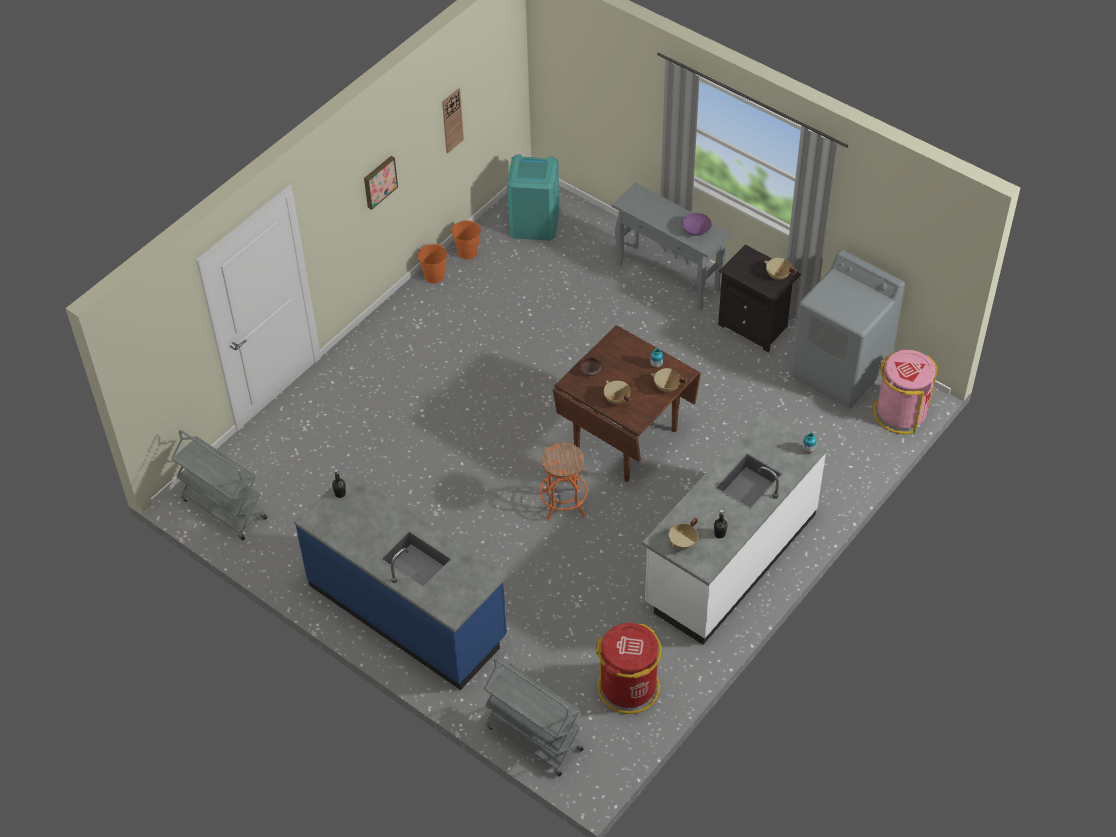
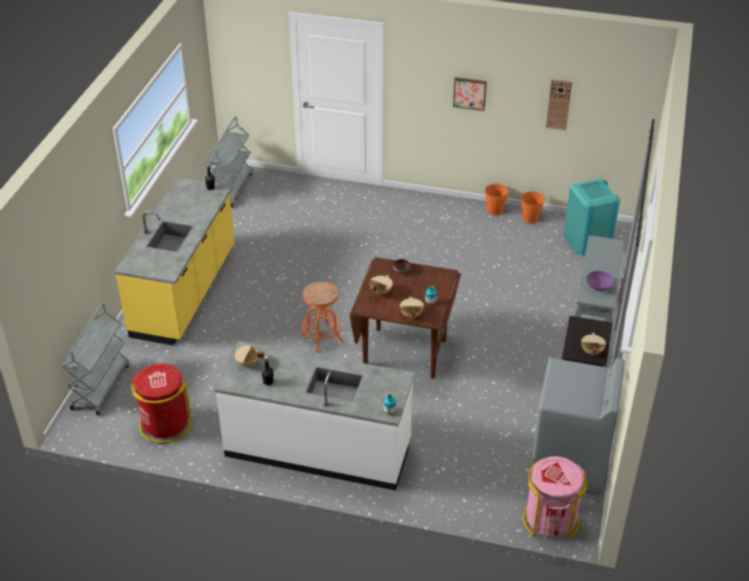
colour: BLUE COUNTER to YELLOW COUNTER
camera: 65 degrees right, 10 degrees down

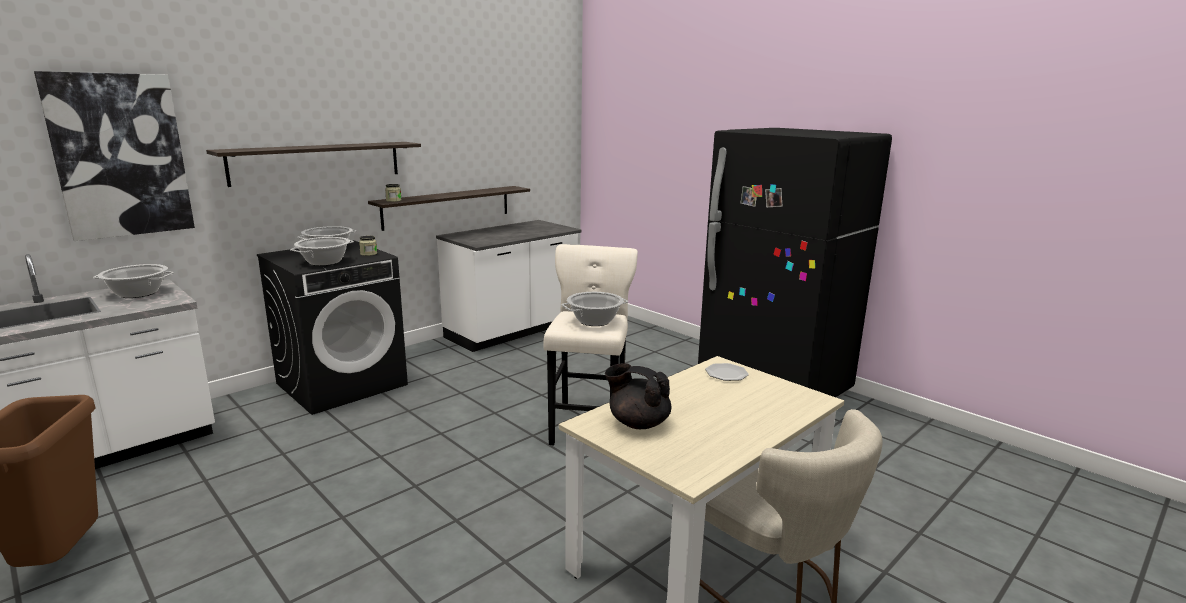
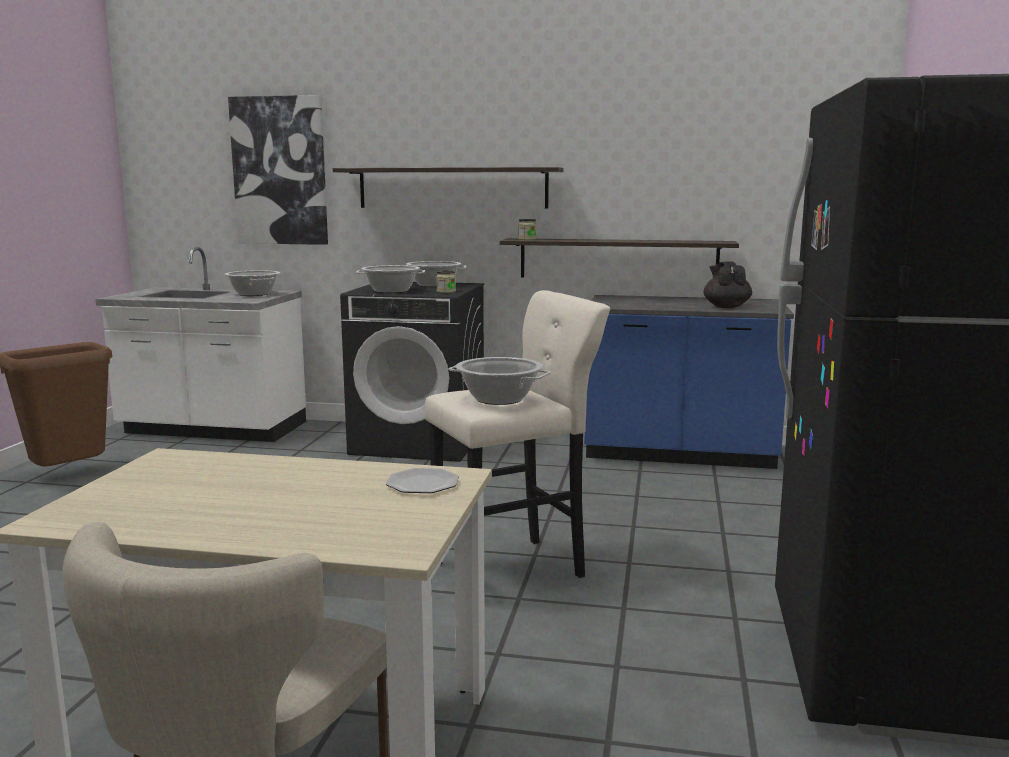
relocated: BLACK-COLOURED TEAPOT
colour: WHITE-COLOURED COUNTER (no. 2 from left) to BLUE COUNTER
camera: 55 degrees right, 5 degrees down

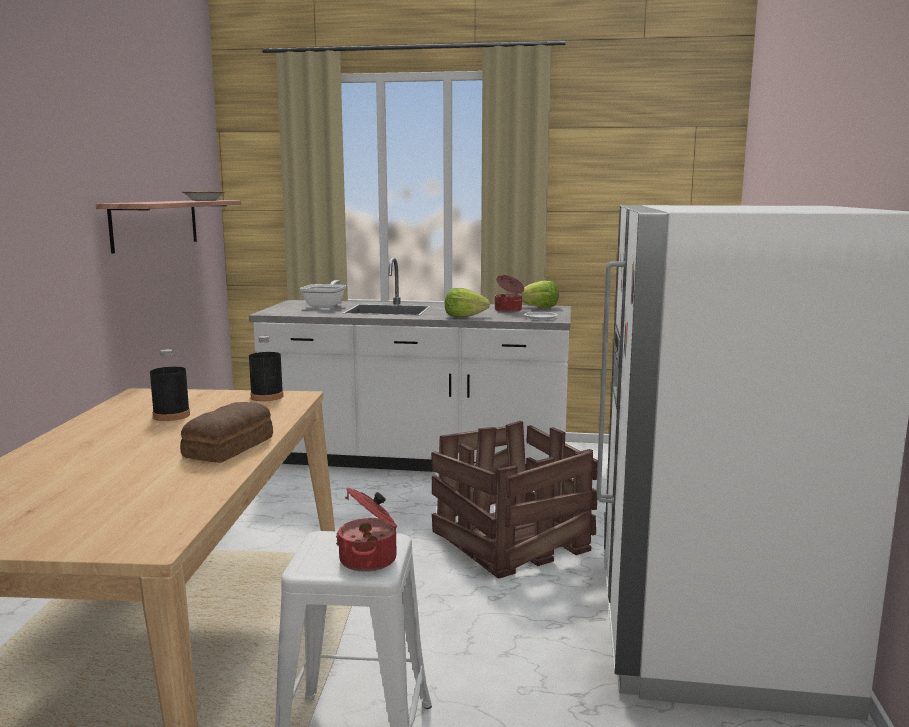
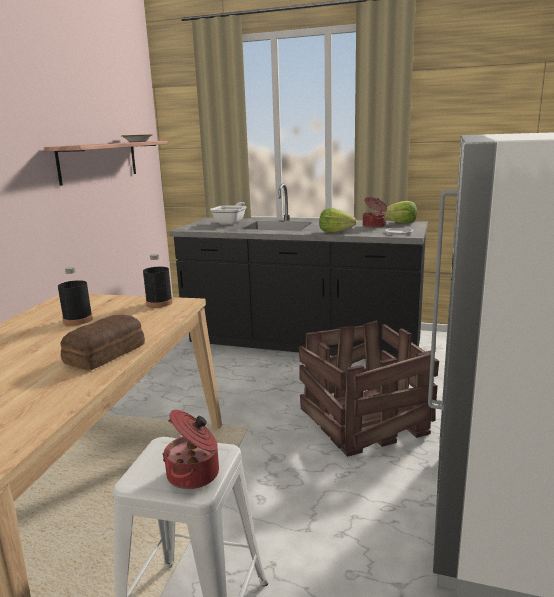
colour: WHITE-COLOURED COUNTER to BLACK-COLOURED COUNTER
camera: 10 degrees right, 5 degrees up

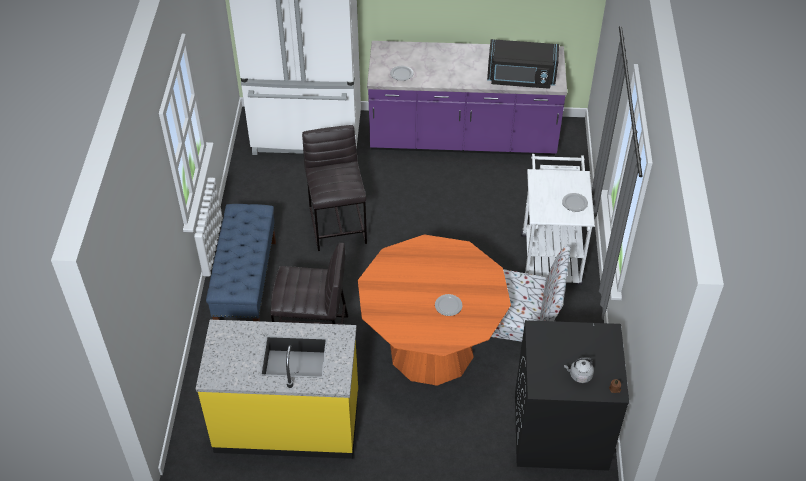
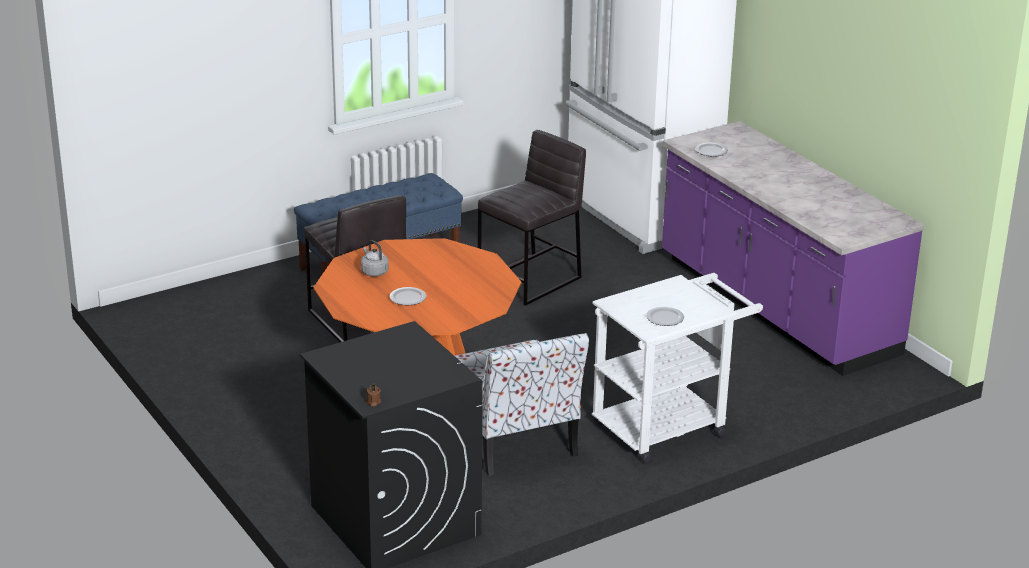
missing: YELLOW COUNTER; BLACK-COLOURED MICROWAVE
relocated: GREYISH TEA KETTLE
camera: 55 degrees right, 20 degrees down

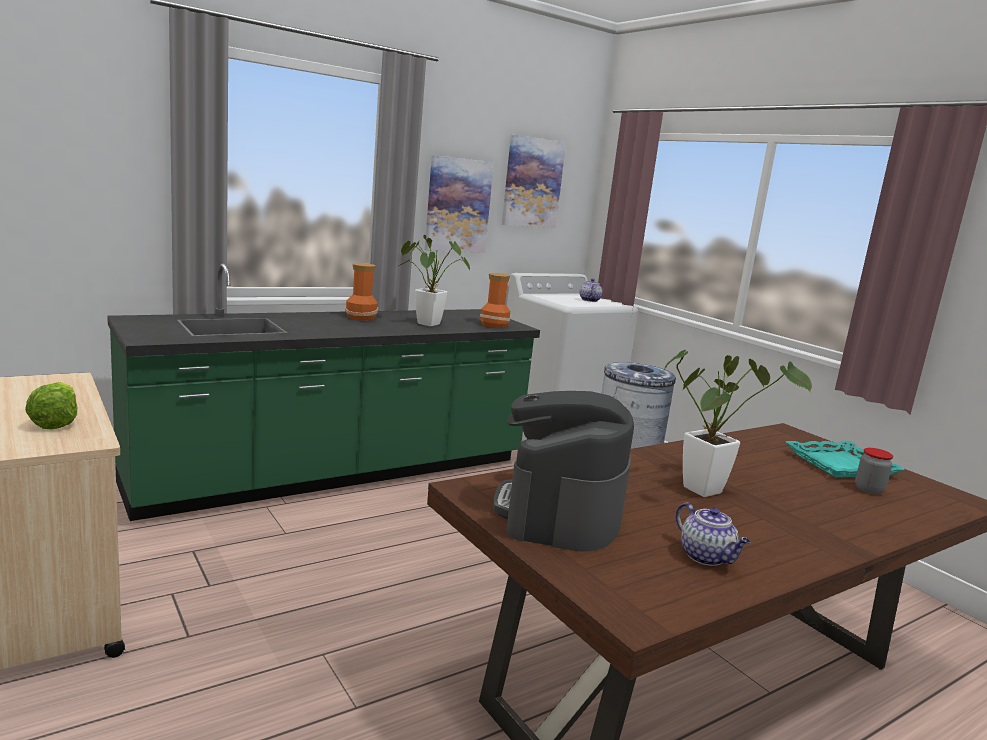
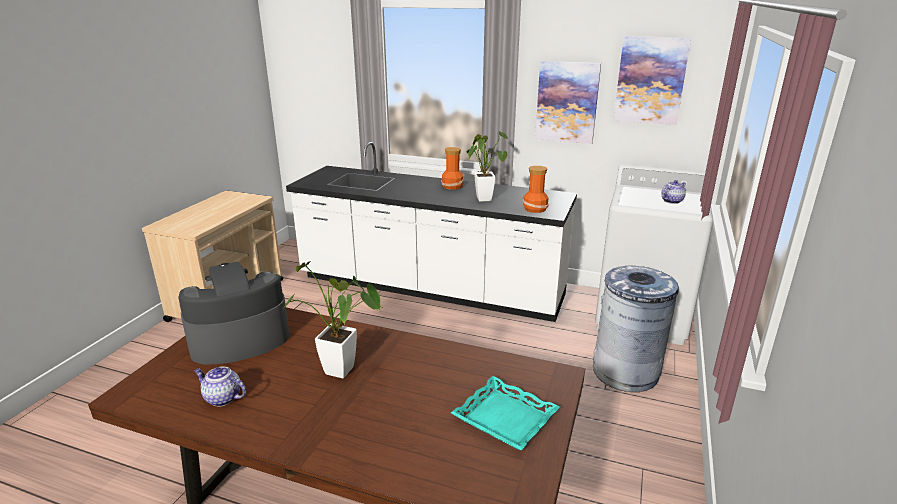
missing: LETTUCE HEAD; JAR
colour: GREENISH COUNTER to WHITE-COLOURED COUNTER
spun: TEAPOT (no. 2 from left in the first image) 90 degrees clockwise
camera: 55 degrees right, 10 degrees up

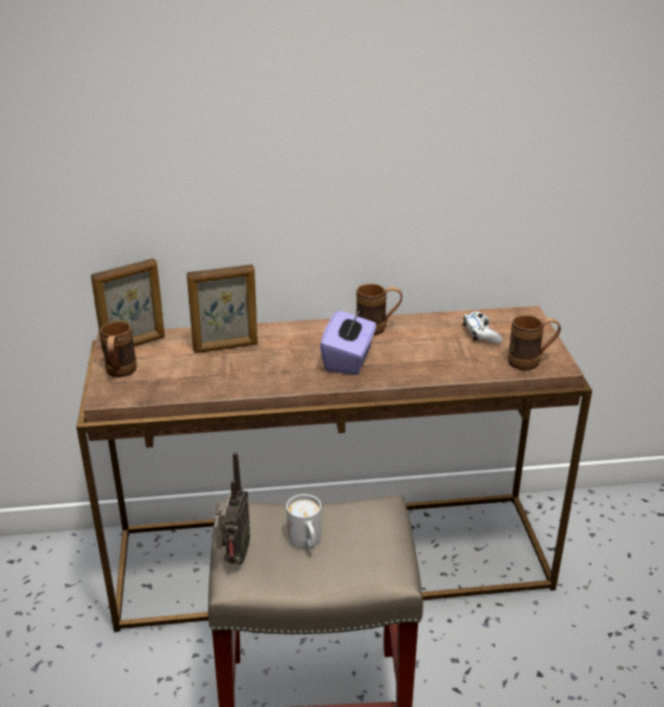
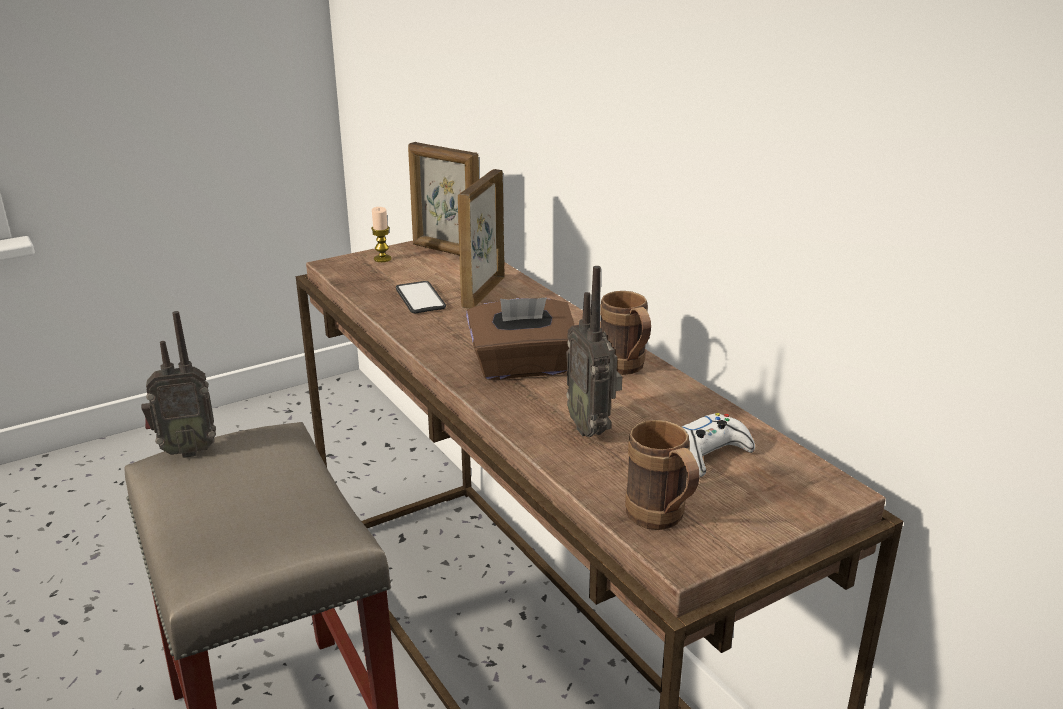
missing: WHITE-COLOURED TEA MUG
appeared: HANDSET; RADIO (no. 2 from left)
exchanged: BROWNISH TEA MUG (no. 1 from left) to WAX CANDLE
colour: PURPLE TISSUE HOLDER to BROWNISH TISSUE HOLDER
spun: PICTURE FRAME (no. 2 from left) 60 degrees clockwise
camera: 65 degrees right, 5 degrees down

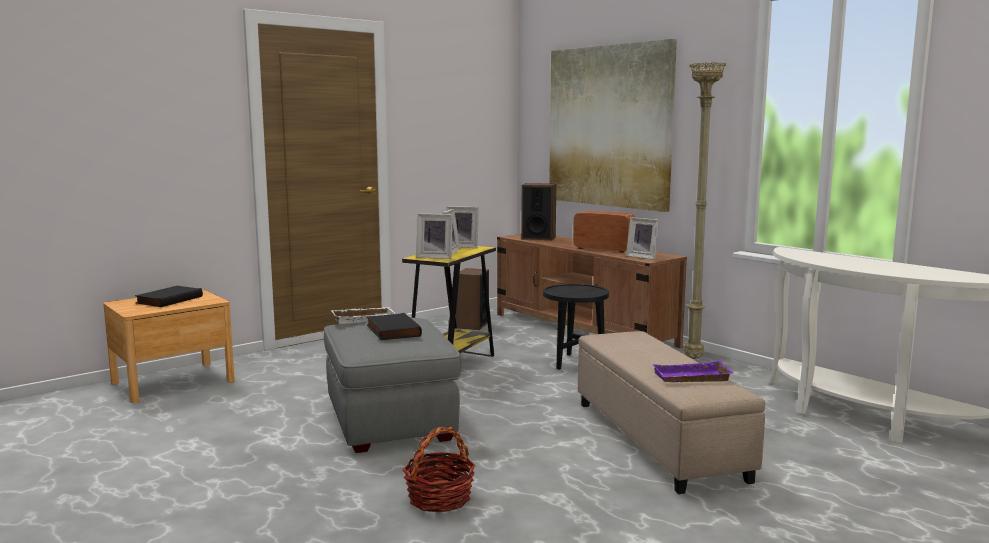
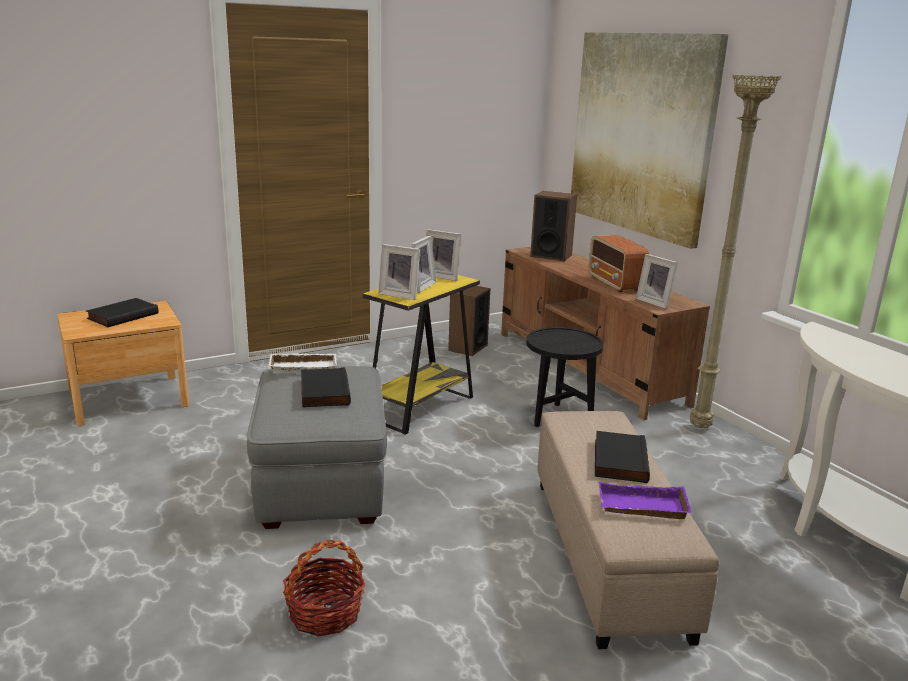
appeared: BLACK-COLOURED BOUND BOOK (no. 3 from left)
spun: RADIO 150 degrees counterclockwise
camera: 10 degrees right, 10 degrees up

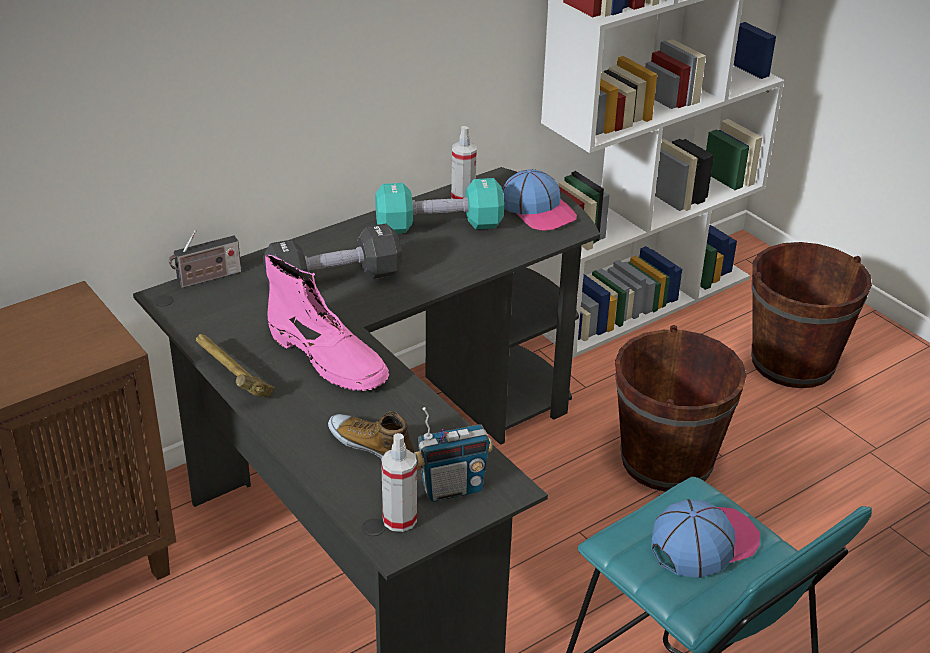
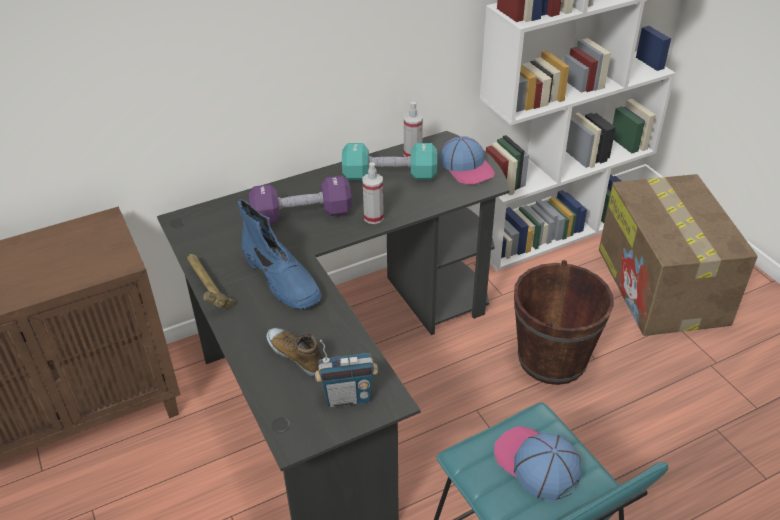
missing: RADIO (no. 1 from left)
relocated: SPRAYER (no. 1 from left)
exchanged: BROWNISH WATER BUCKET (no. 2 from left) to CARDBOARD BOX
colour: PINK BOOT to BLUE BOOT; BLACK-COLOURED FREE WEIGHT to PURPLE FREE WEIGHT
spun: PEAKED CAP (no. 2 from left) 105 degrees counterclockwise
camera: 10 degrees right, 5 degrees up

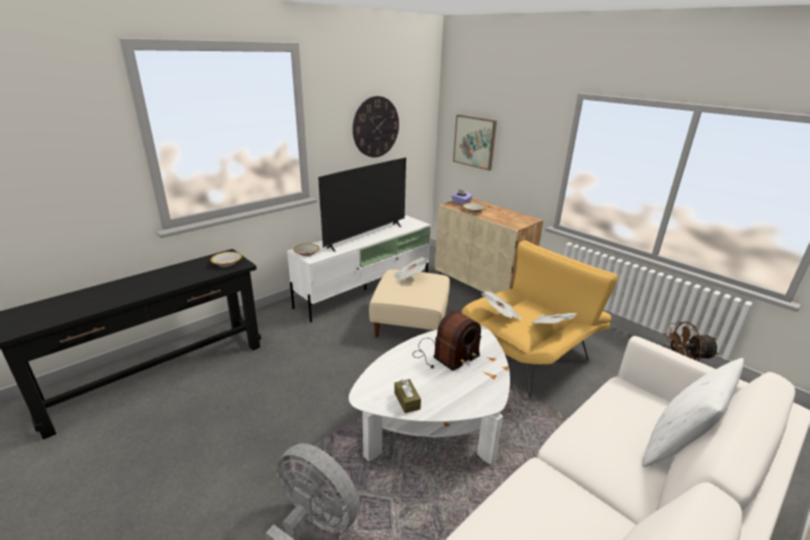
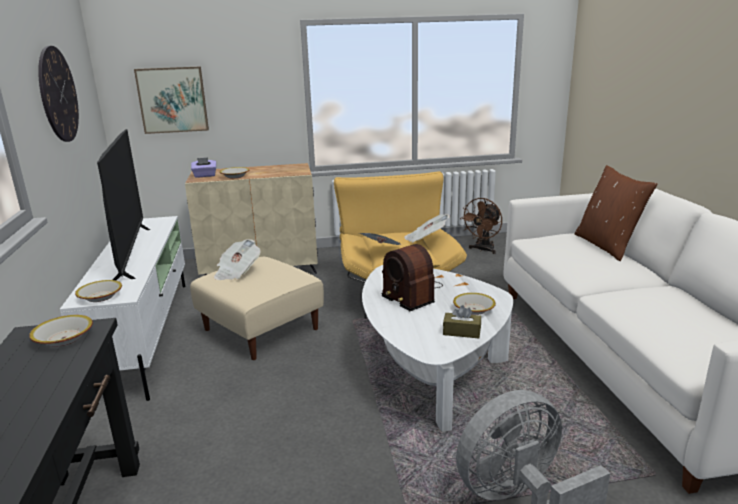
appeared: DEEP DISH (no. 4 from left)
colour: WHITE-COLOURED THROW PILLOW to BROWNISH THROW PILLOW
spun: RADIO 150 degrees clockwise
camera: 55 degrees left, 5 degrees down

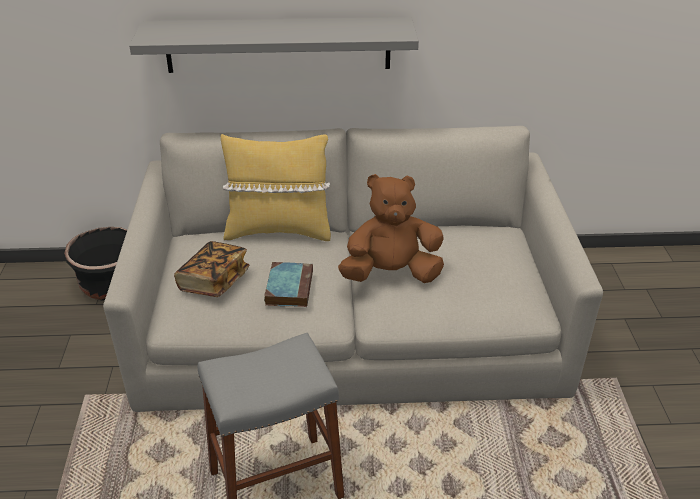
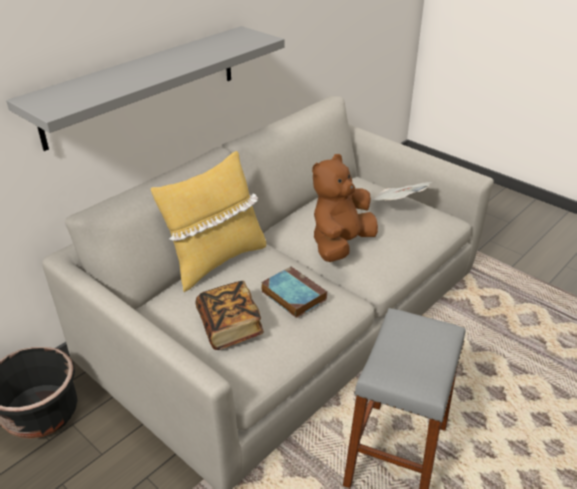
appeared: PRINTED PAPER
camera: 45 degrees left, 0 degrees up

